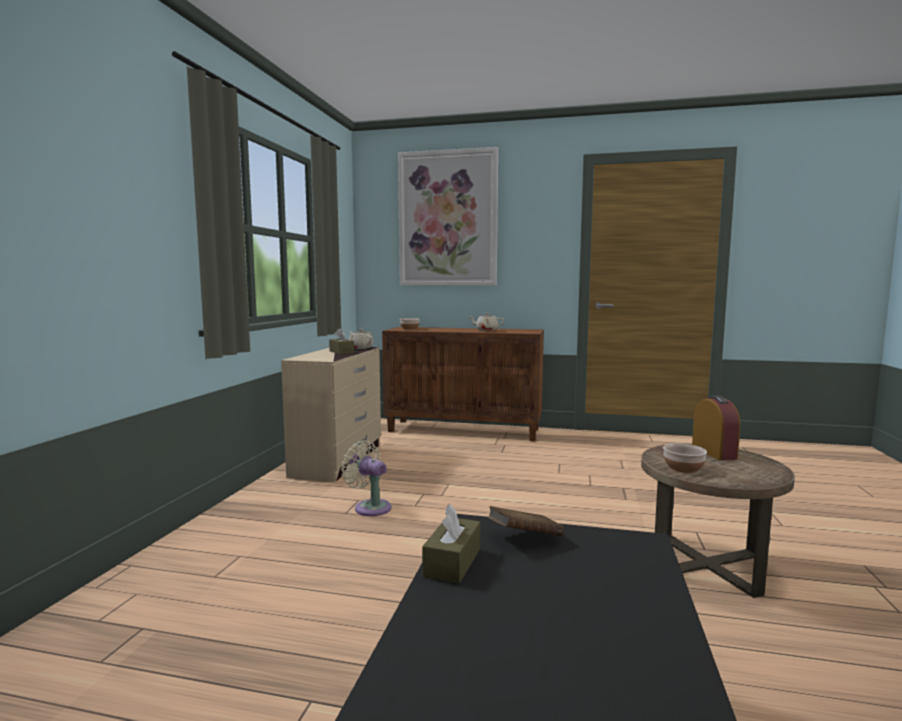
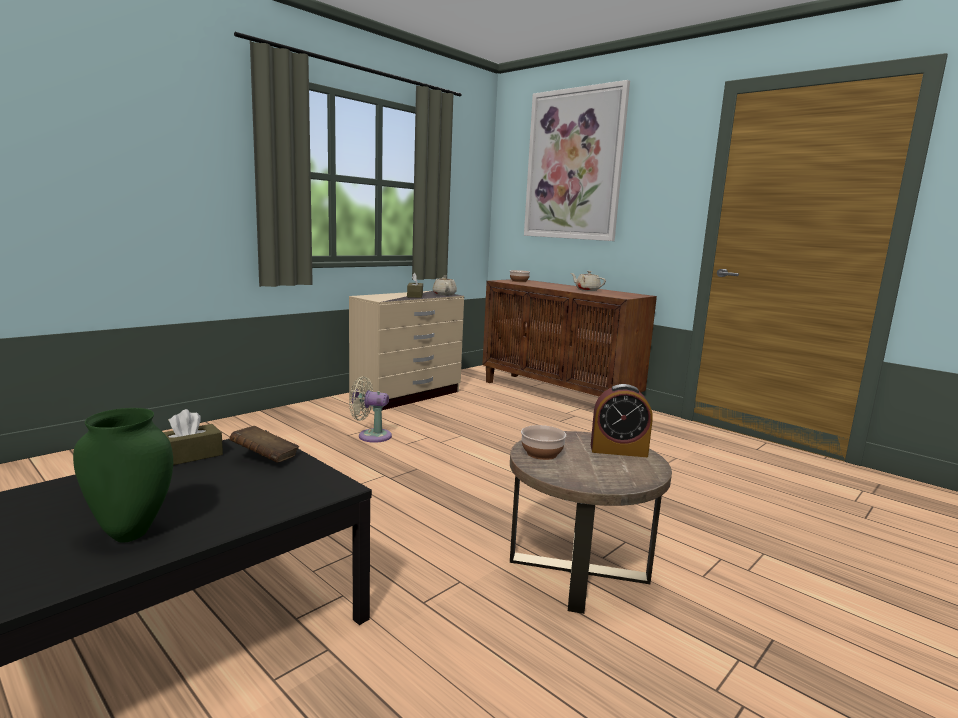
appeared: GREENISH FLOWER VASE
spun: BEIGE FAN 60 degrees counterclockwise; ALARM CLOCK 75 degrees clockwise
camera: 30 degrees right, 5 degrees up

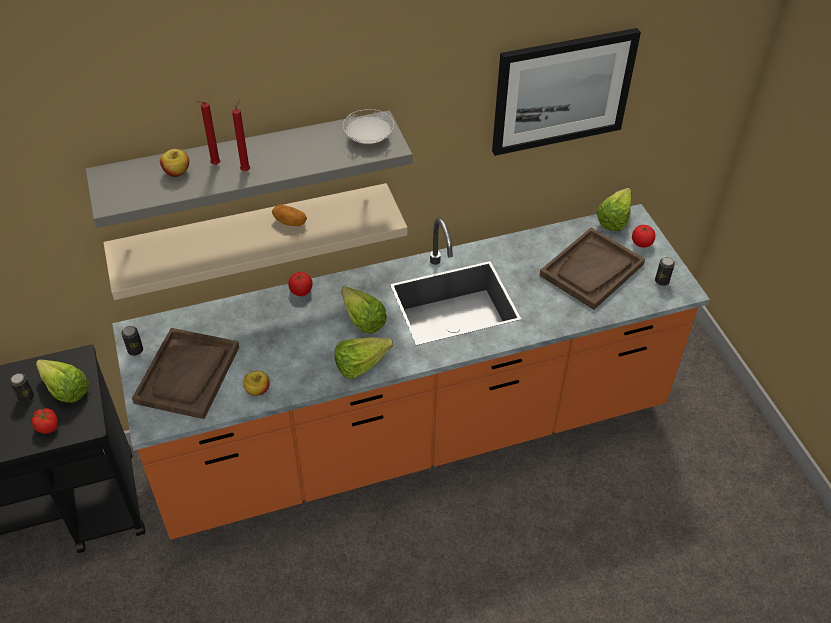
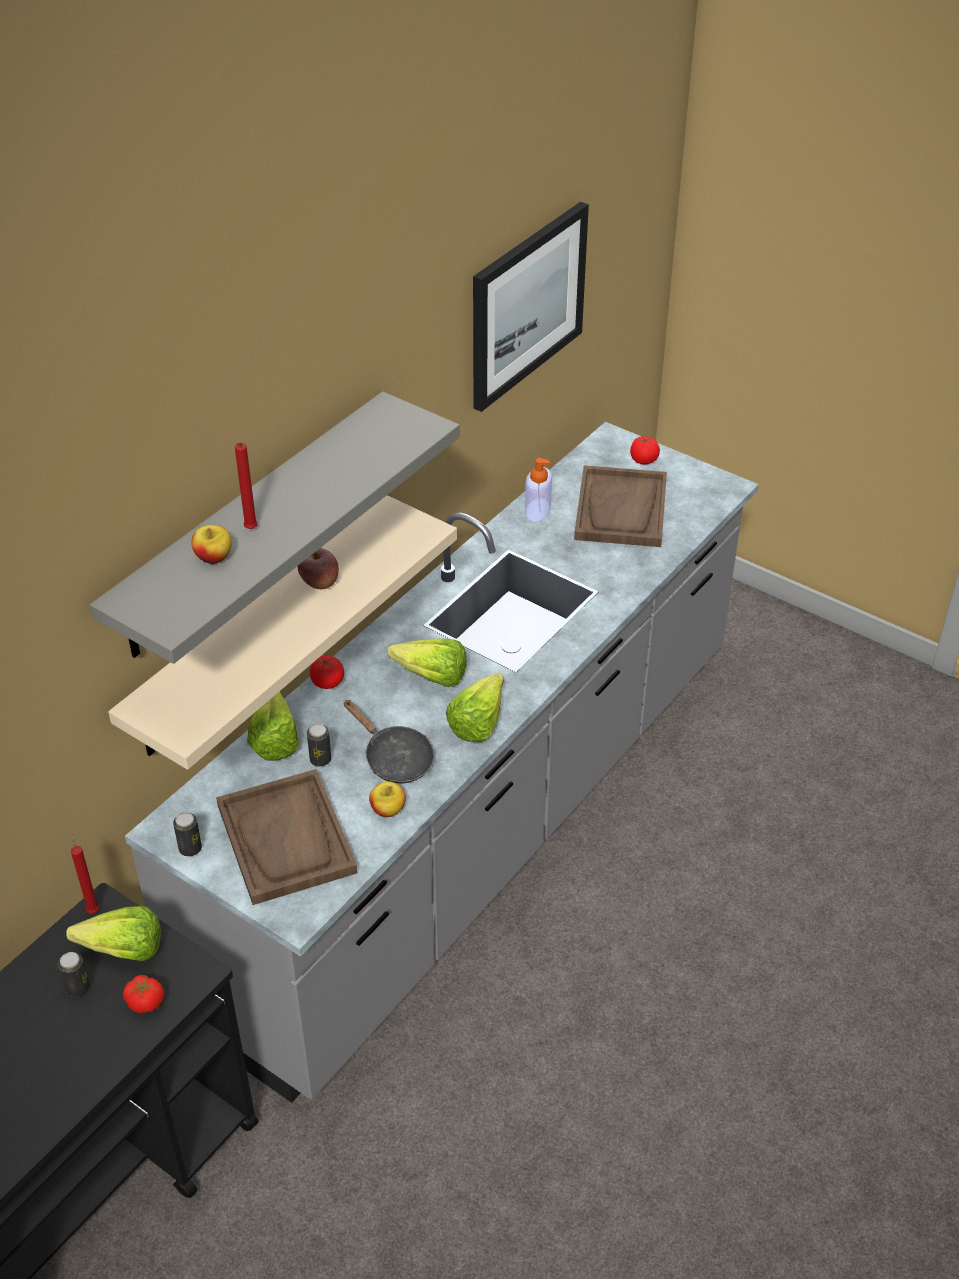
missing: WHITE-COLOURED FLAT DISH
appeared: BLACK-COLOURED PAN; SOAP BOTTLE
relocated: RED WAX CANDLE (no. 2 from left in the first image) to RED WAX CANDLE (no. 1 from left); LETTUCE HEAD (no. 4 from left in the first image) to LETTUCE HEAD (no. 2 from left); METAL CAN (no. 3 from left)
exchanged: SPUD to WHOLE APPLE (no. 2 from left)
colour: ORANGE-COLOURED COUNTER to GREYISH COUNTER
camera: 35 degrees left, 5 degrees down

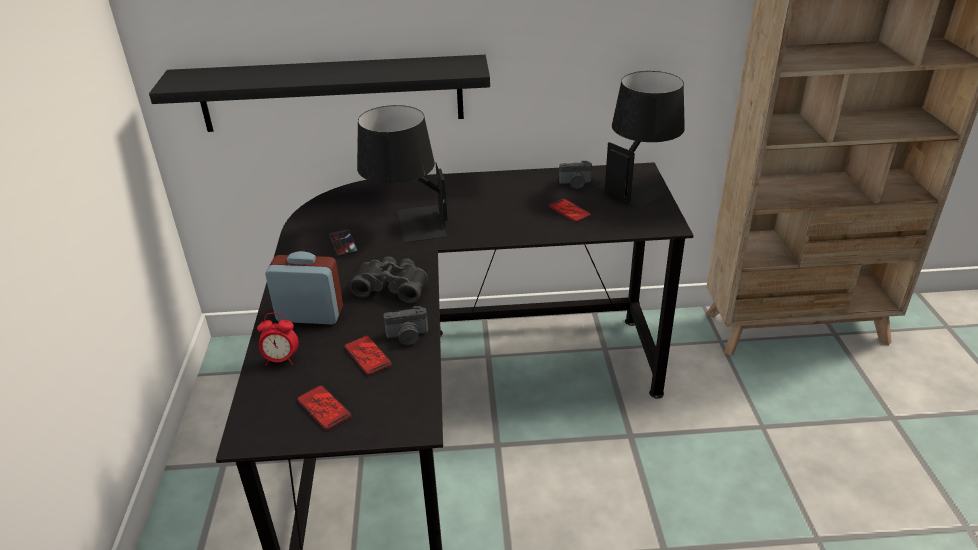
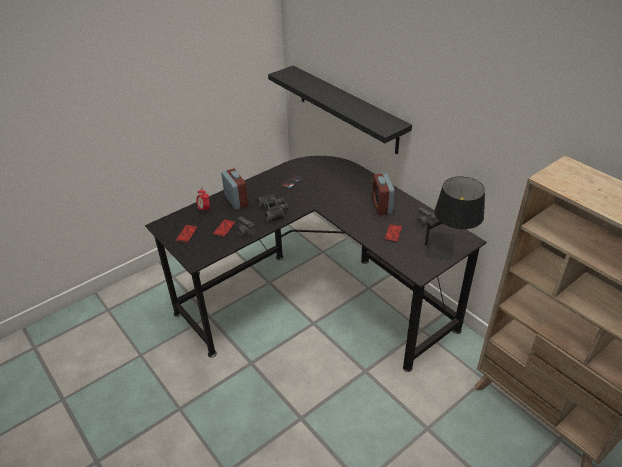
missing: BLACK-COLOURED TABLE LAMP (no. 1 from left)
appeared: ALARM CLOCK (no. 3 from left)
camera: 55 degrees right, 5 degrees up

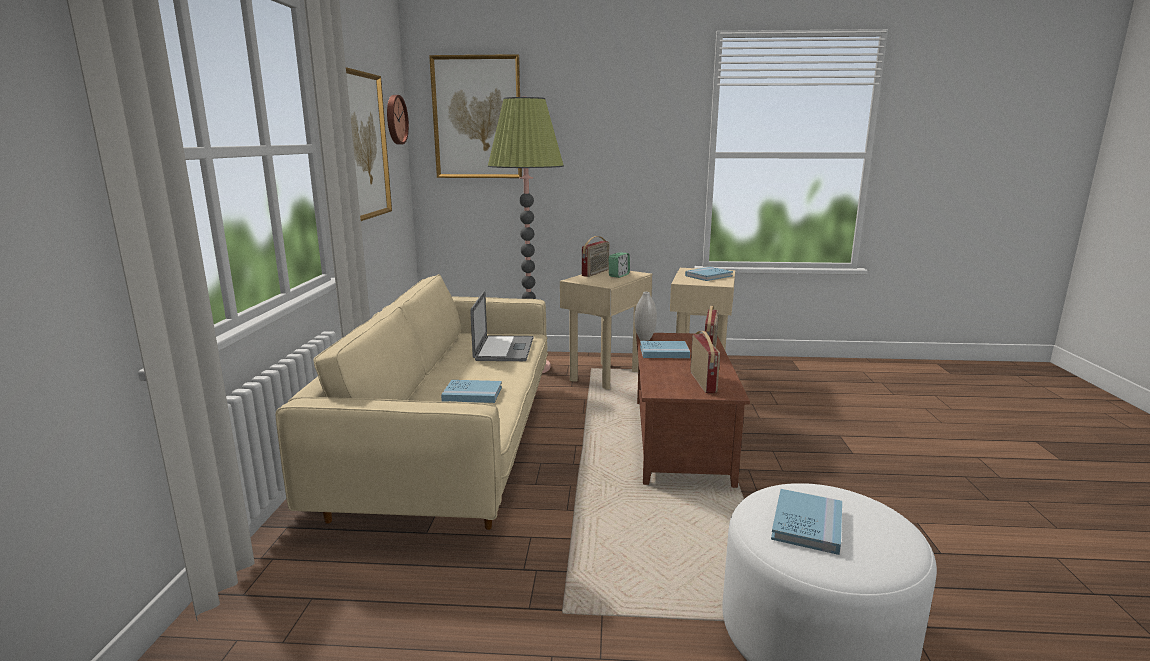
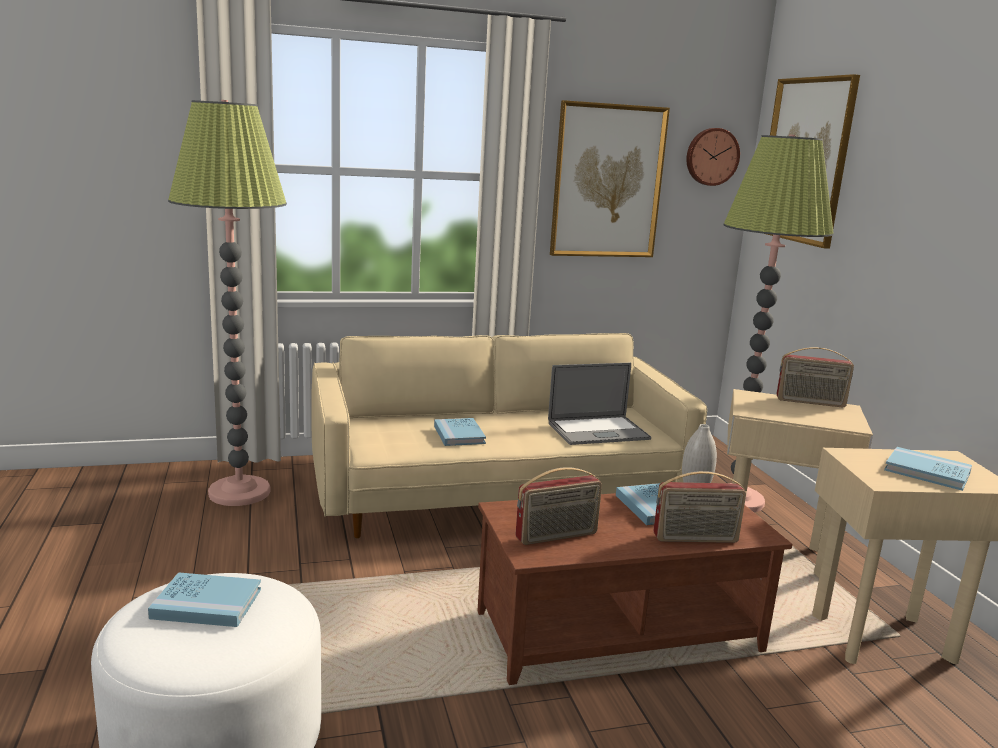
missing: ALARM CLOCK
appeared: FLOOR LAMP (no. 1 from left)
camera: 70 degrees right, 0 degrees up

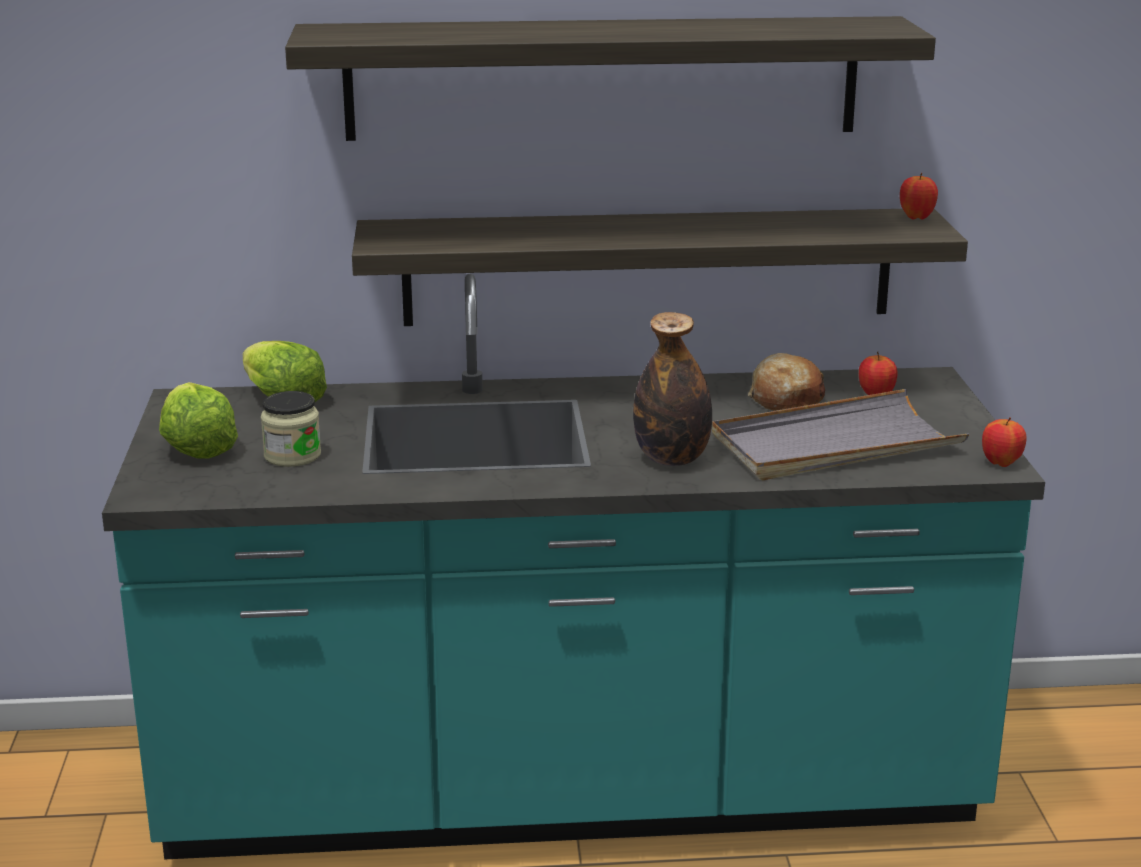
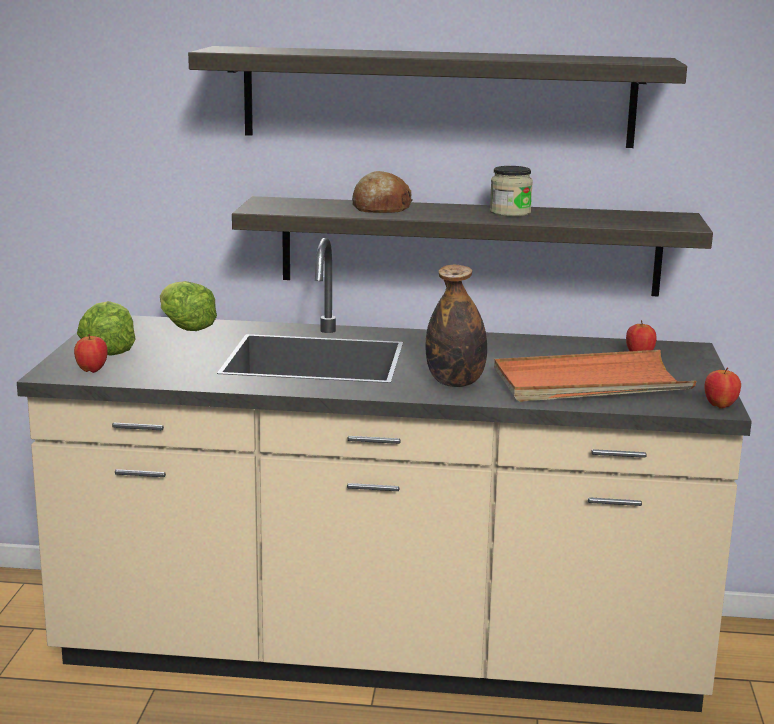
relocated: WHOLE APPLE (no. 2 from left in the first image) to WHOLE APPLE (no. 1 from left); BREAD; JAR
colour: TURQUOISE-COLOURED COUNTER to BEIGE COUNTER; GREYISH CARRYING TRAY to ORANGE-COLOURED CARRYING TRAY
camera: 10 degrees right, 5 degrees down

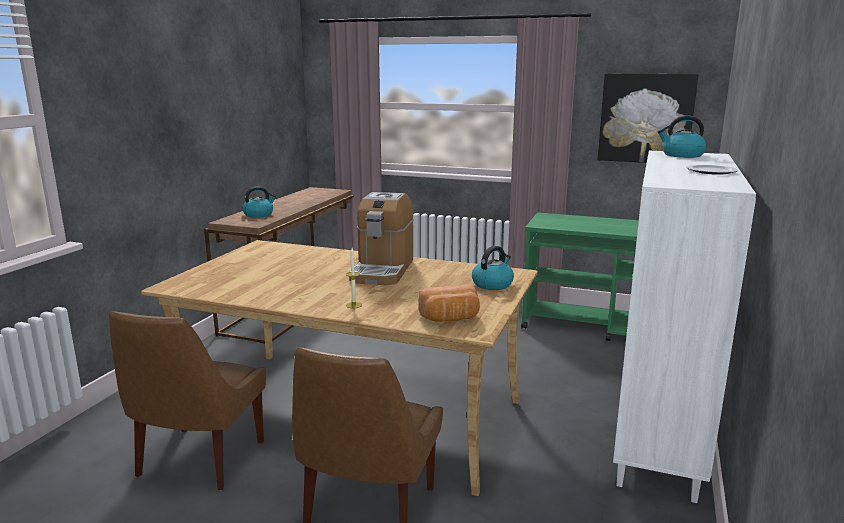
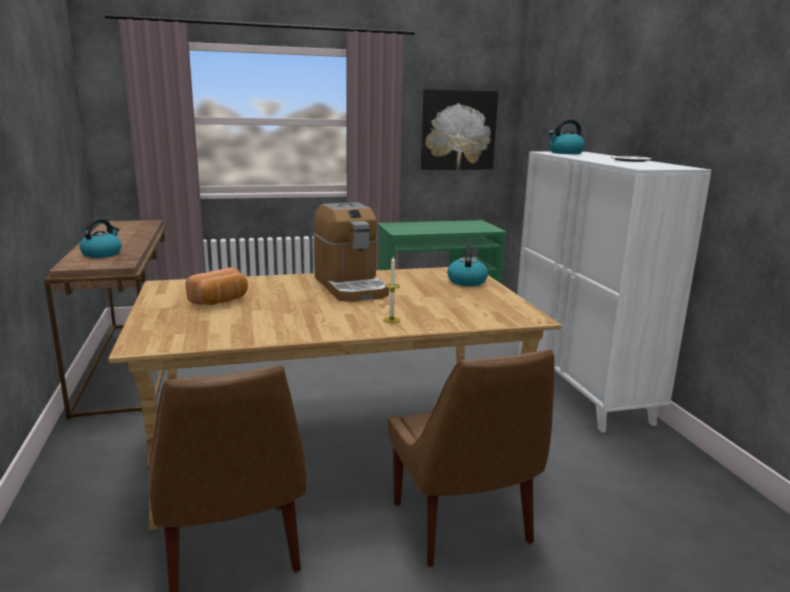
relocated: BREAD
camera: 35 degrees left, 0 degrees up

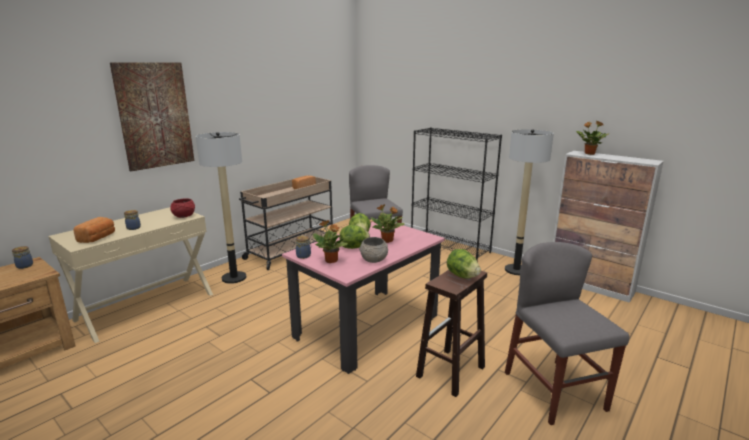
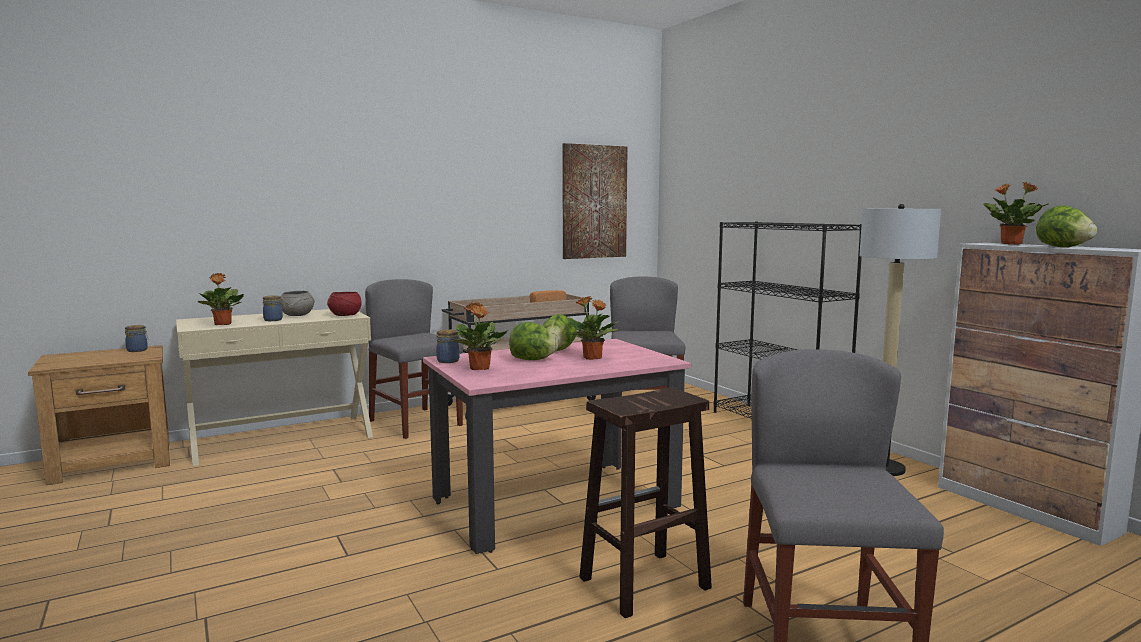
relocated: GREYISH DEEP DISH; WALL PICTURE; LETTUCE HEAD (no. 3 from left)
exchanged: BREAD (no. 1 from left) to PLANT IN A POT (no. 1 from left); FLOOR LAMP (no. 1 from left) to GREYISH PLAIN CHAIR (no. 1 from left)
camera: 20 degrees right, 10 degrees down

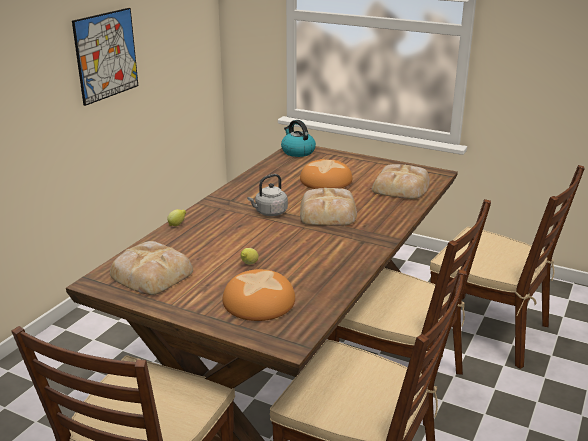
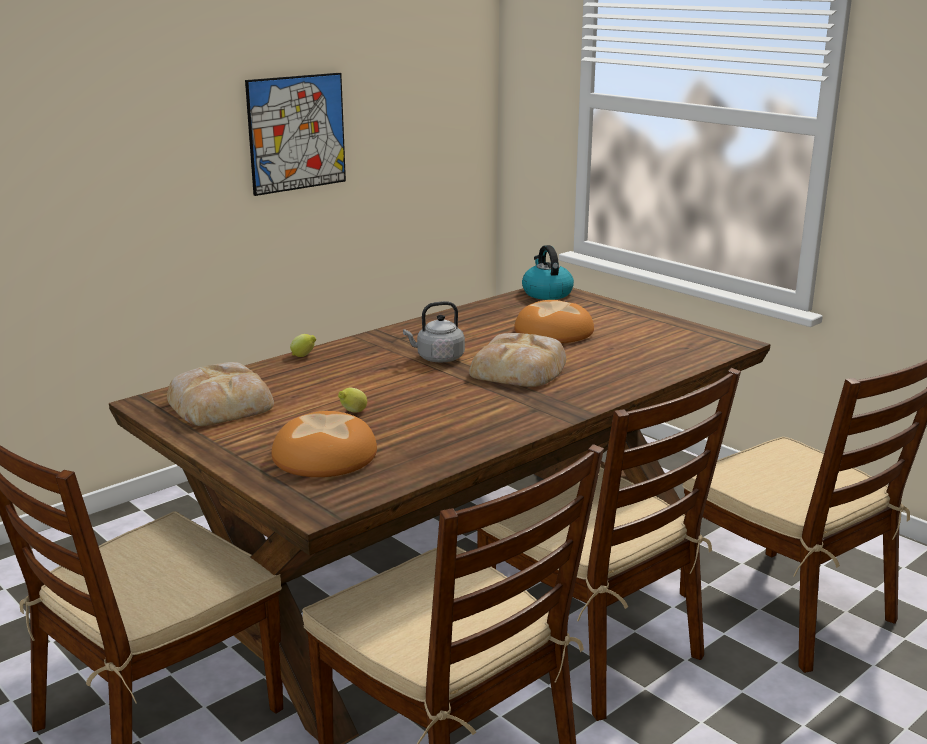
missing: BREAD (no. 5 from left)
camera: 20 degrees right, 5 degrees down

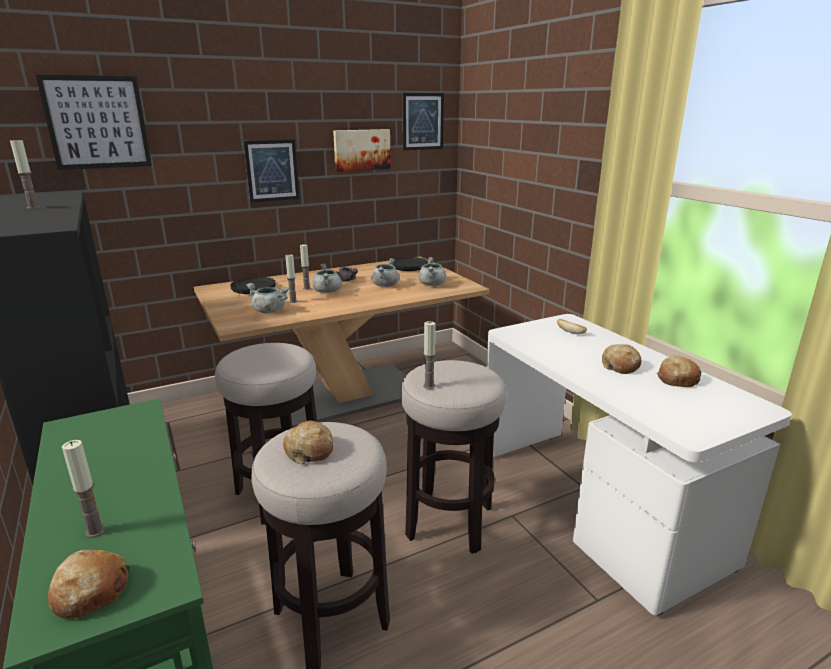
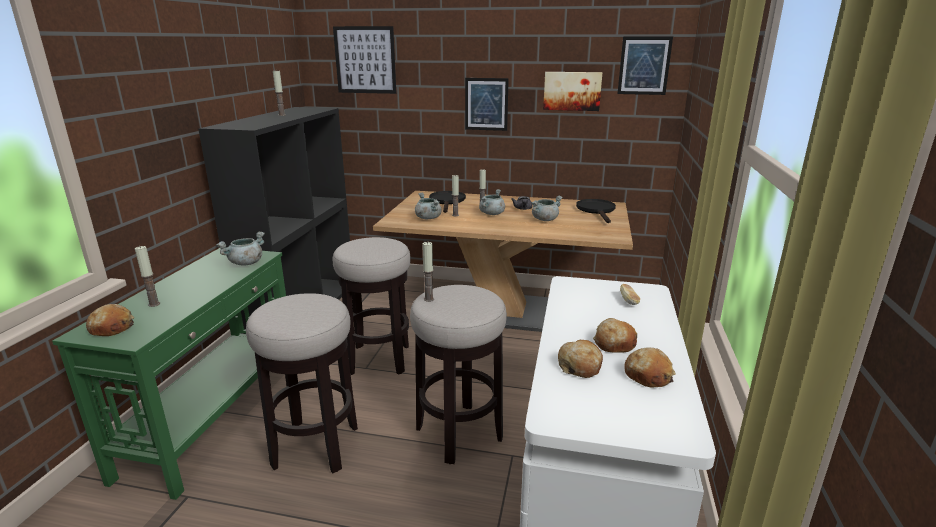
relocated: GREYISH SAUCEPOT (no. 4 from left in the first image) to GREYISH SAUCEPOT (no. 1 from left); BREAD (no. 2 from left)
camera: 40 degrees right, 0 degrees up

